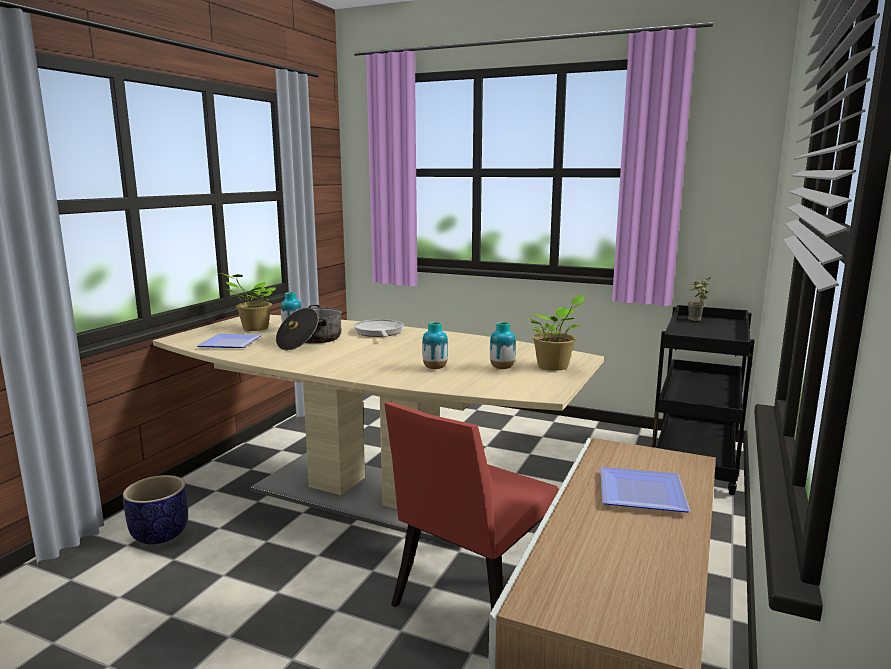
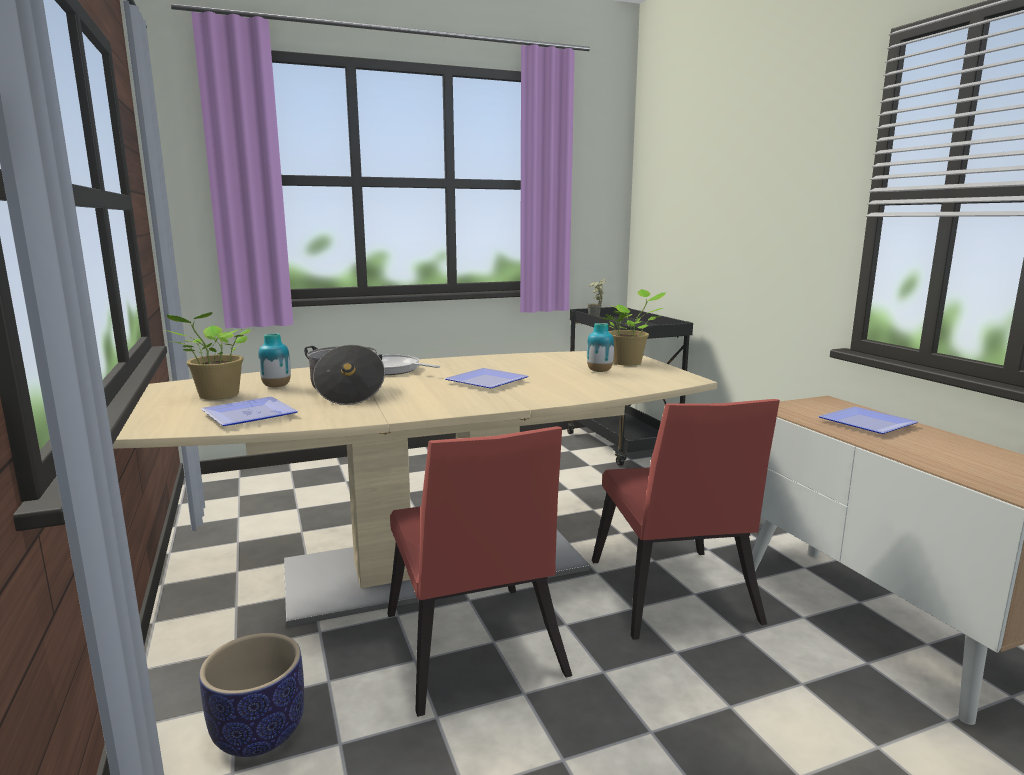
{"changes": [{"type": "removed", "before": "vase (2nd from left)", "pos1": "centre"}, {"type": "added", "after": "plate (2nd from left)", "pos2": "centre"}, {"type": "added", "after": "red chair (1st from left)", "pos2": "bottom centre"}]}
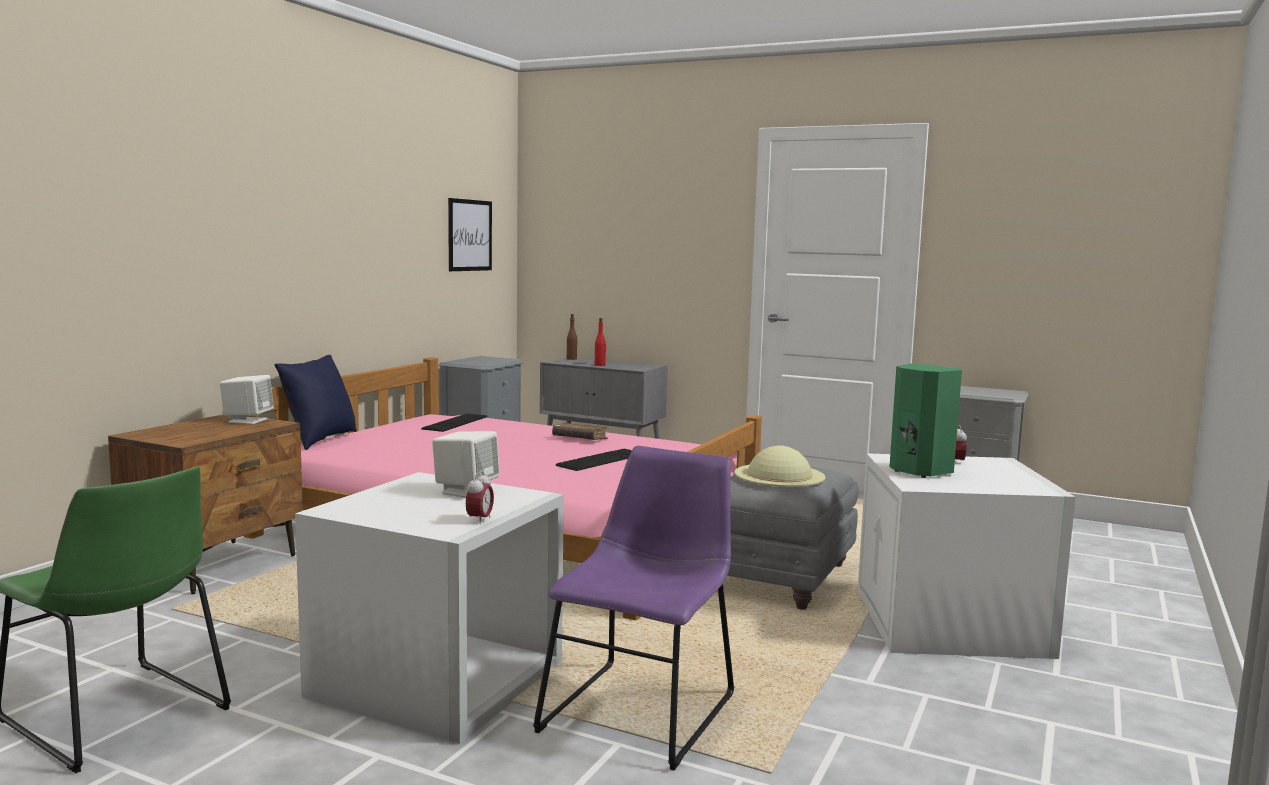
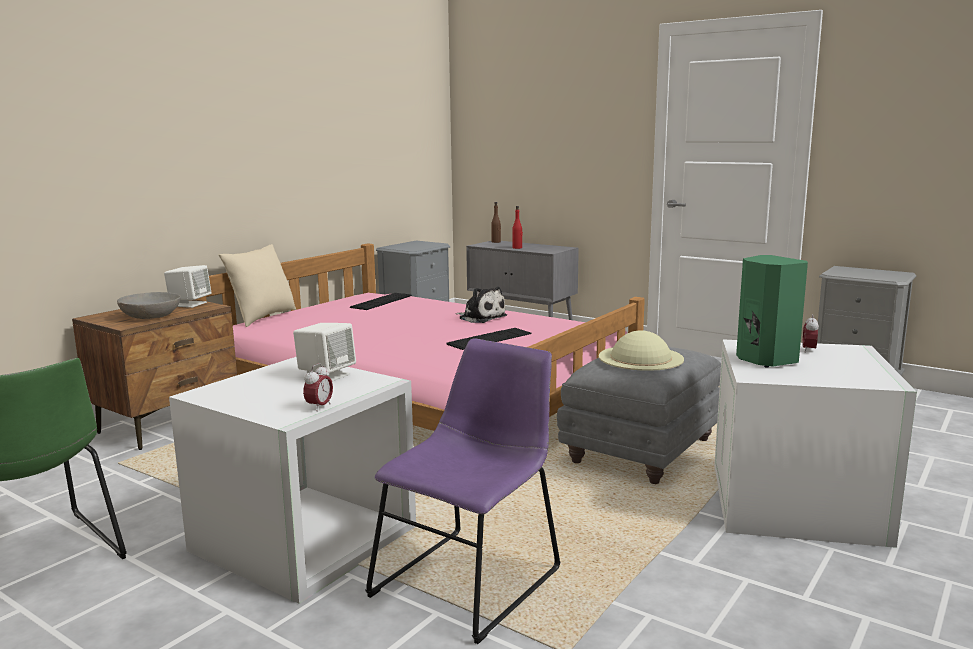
{"changes": [{"type": "removed", "before": "picture", "pos1": "top centre"}, {"type": "recoloured", "before": "blue pillow", "after": "beige pillow", "pos1": "middle left", "pos2": "middle left"}, {"type": "replaced", "before": "brown book", "after": "plush toy", "pos1": "centre", "pos2": "centre"}, {"type": "added", "after": "grey bowl", "pos2": "middle left"}]}
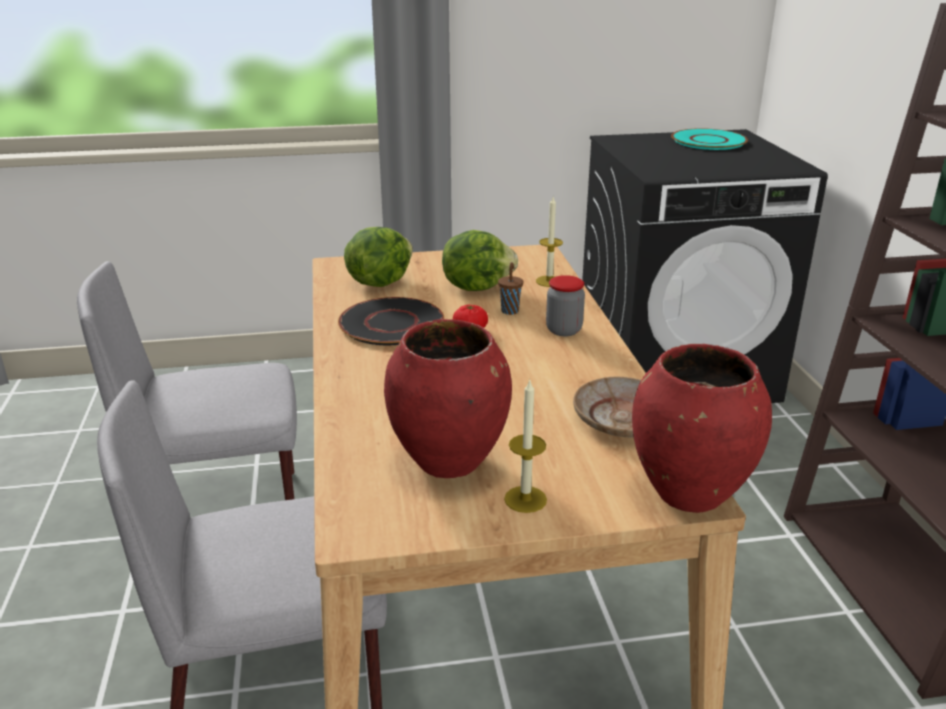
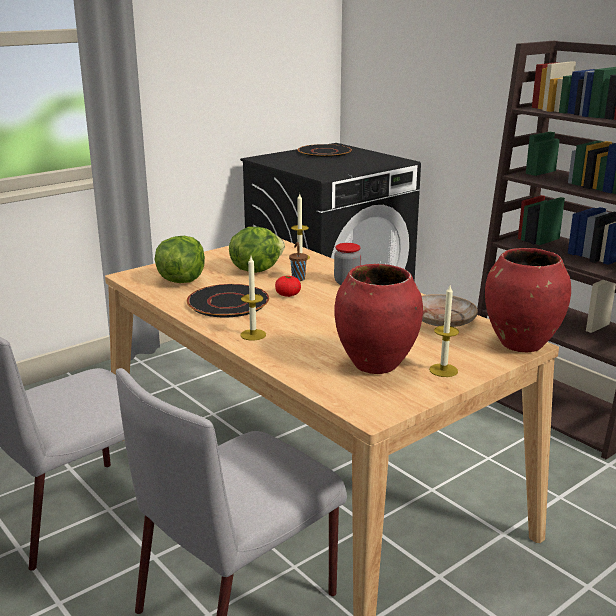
{"changes": [{"type": "recoloured", "before": "turquoise plate", "after": "black plate (2nd from left)", "pos1": "top right", "pos2": "top centre"}, {"type": "added", "after": "candle (1st from left)", "pos2": "centre"}]}
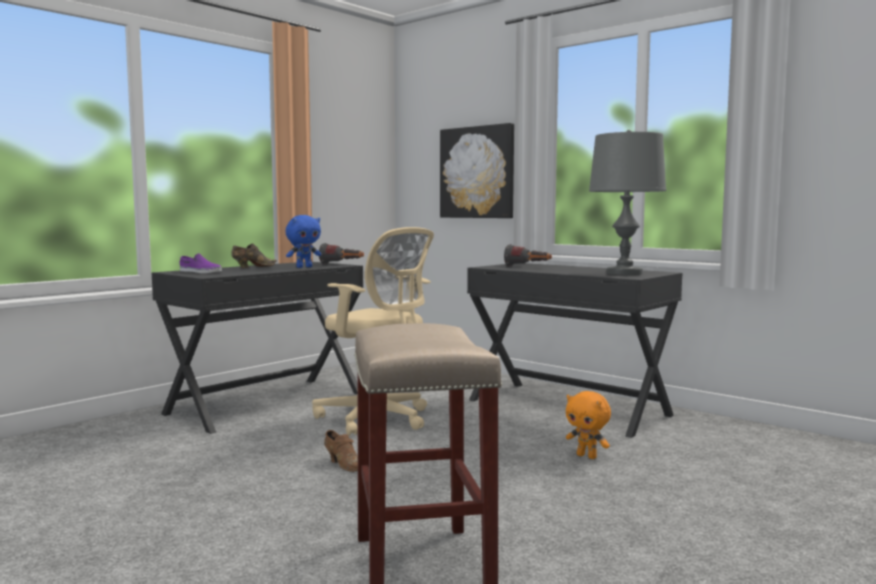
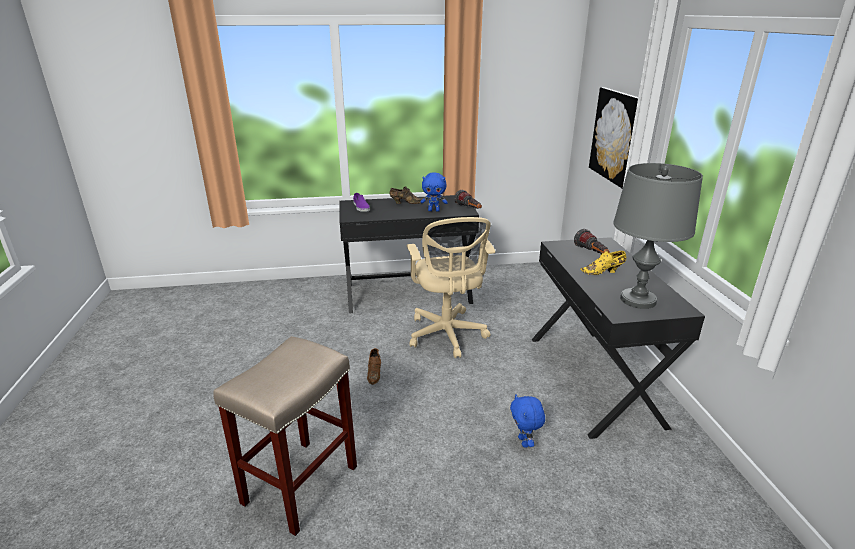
{"changes": [{"type": "recoloured", "before": "orange plush toy", "after": "blue plush toy (2nd from left)", "pos1": "bottom right", "pos2": "bottom centre"}, {"type": "added", "after": "yellow shoe", "pos2": "middle right"}]}
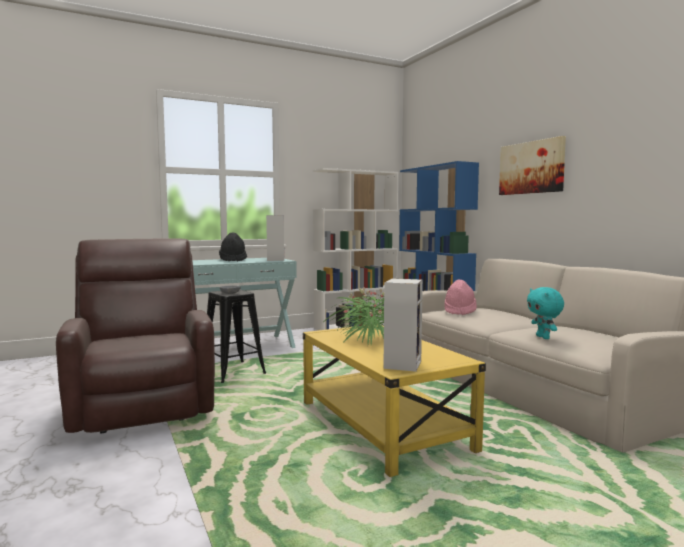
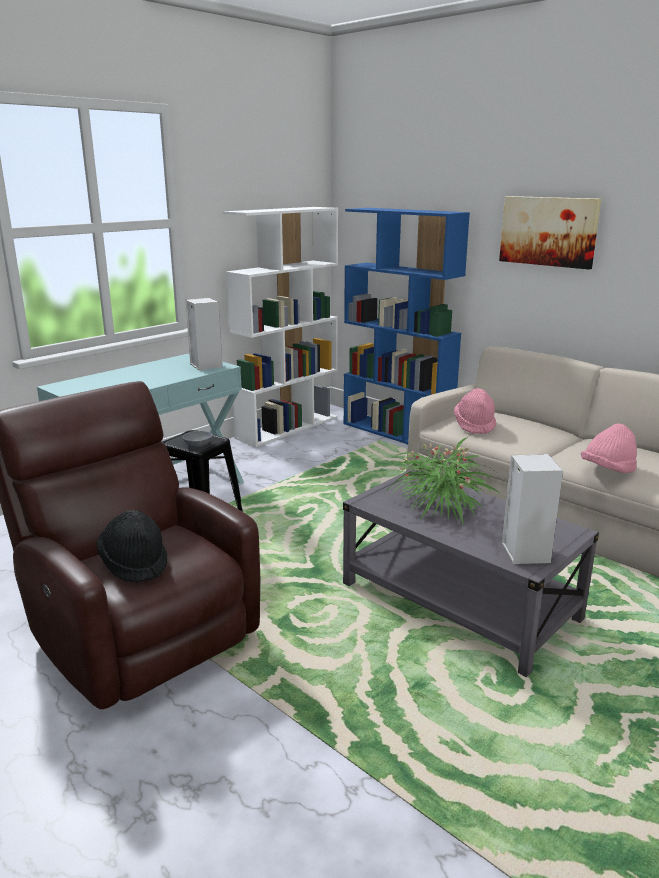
{"changes": [{"type": "moved", "before": "black hat", "pos1": "centre", "pos2": "middle left"}, {"type": "replaced", "before": "turquoise plush toy", "after": "pink hat (2nd from left)", "pos1": "middle right", "pos2": "middle right"}, {"type": "recoloured", "before": "yellow coffee table", "after": "grey coffee table", "pos1": "bottom centre", "pos2": "middle right"}]}
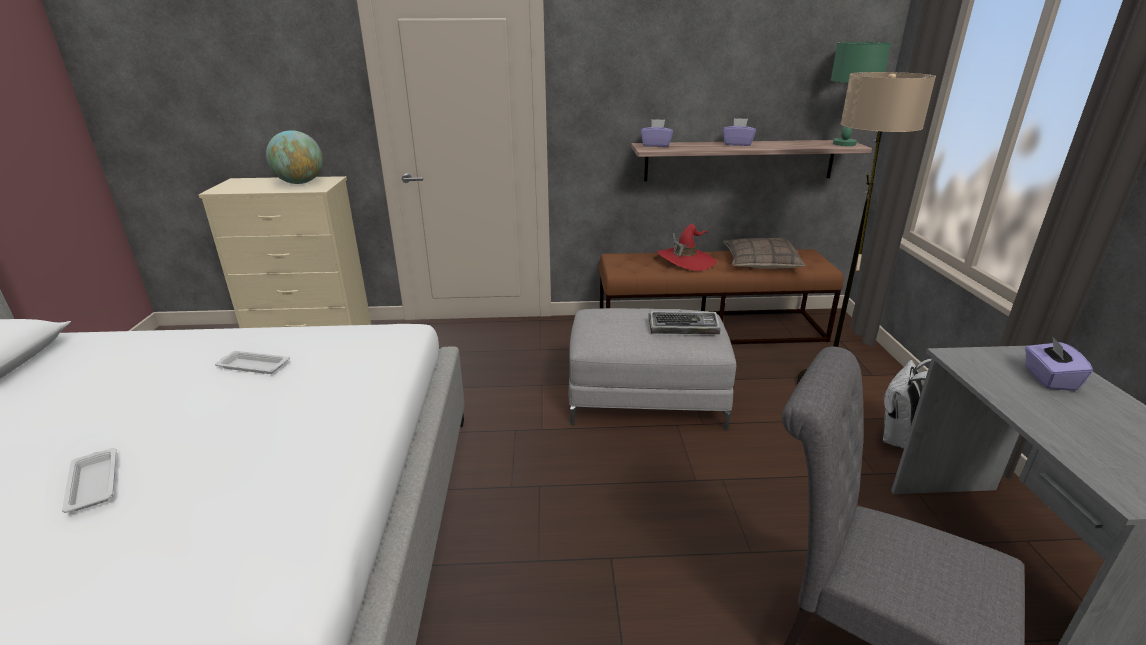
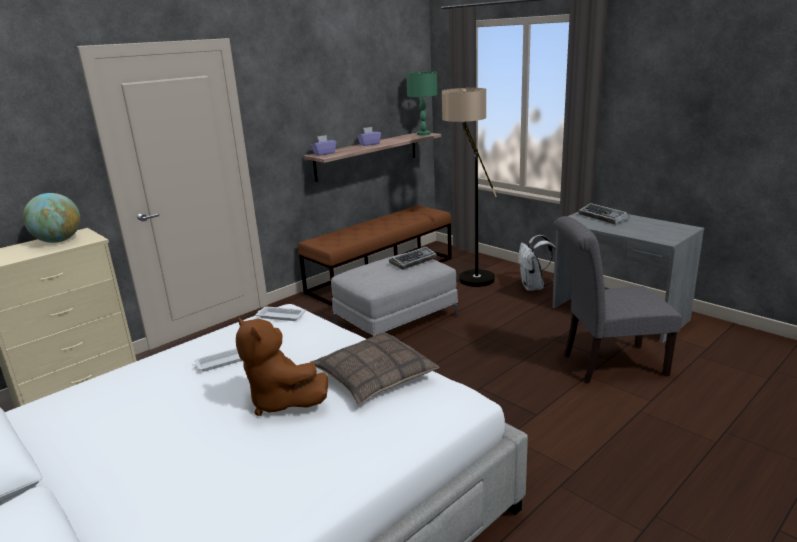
{"changes": [{"type": "removed", "before": "red hat", "pos1": "centre"}, {"type": "moved", "before": "pillow", "pos1": "middle right", "pos2": "bottom centre"}, {"type": "replaced", "before": "purple tissue box (3rd from left)", "after": "keyboard (2nd from left)", "pos1": "middle right", "pos2": "middle right"}, {"type": "moved", "before": "white tray (1st from left in the first image)", "after": "white tray (2nd from left)", "pos1": "bottom left", "pos2": "centre"}, {"type": "added", "after": "brown plush toy", "pos2": "bottom centre"}]}
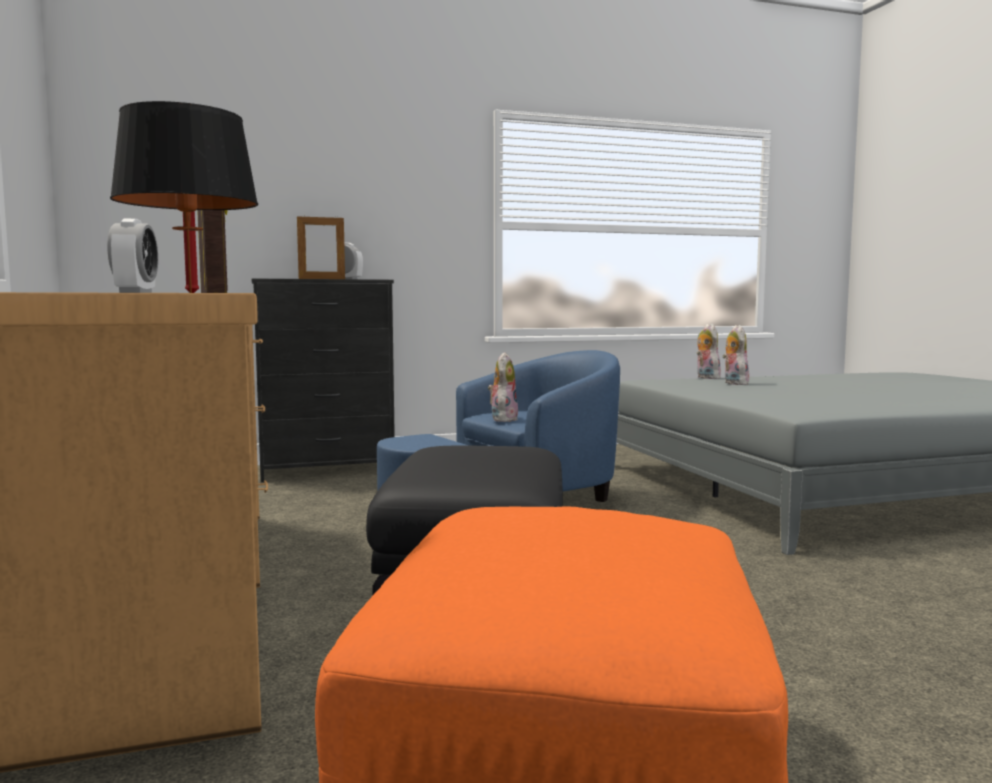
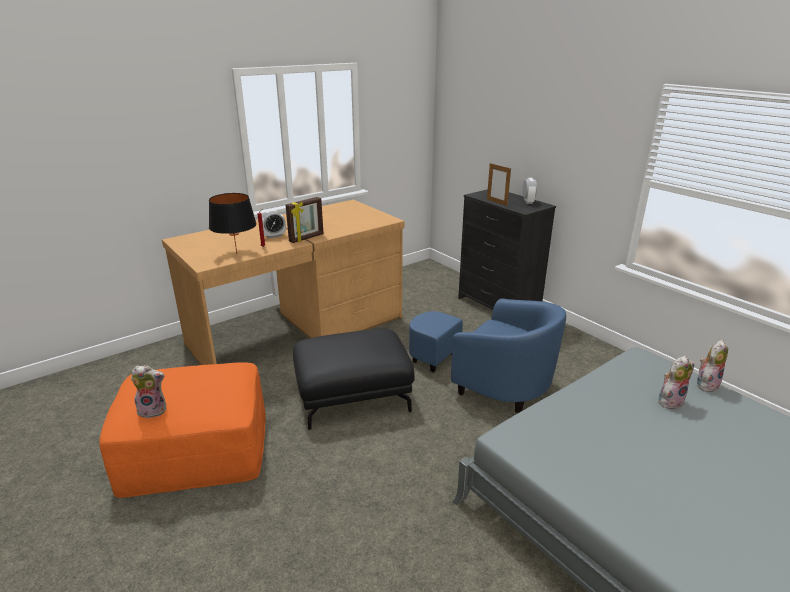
{"changes": [{"type": "moved", "before": "plush toy (1st from left)", "pos1": "centre", "pos2": "middle left"}]}
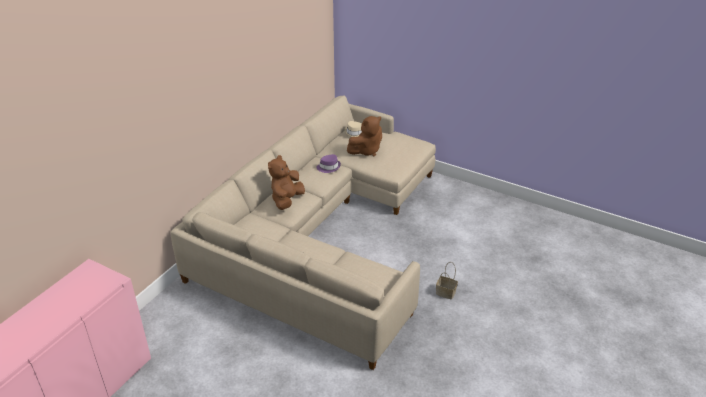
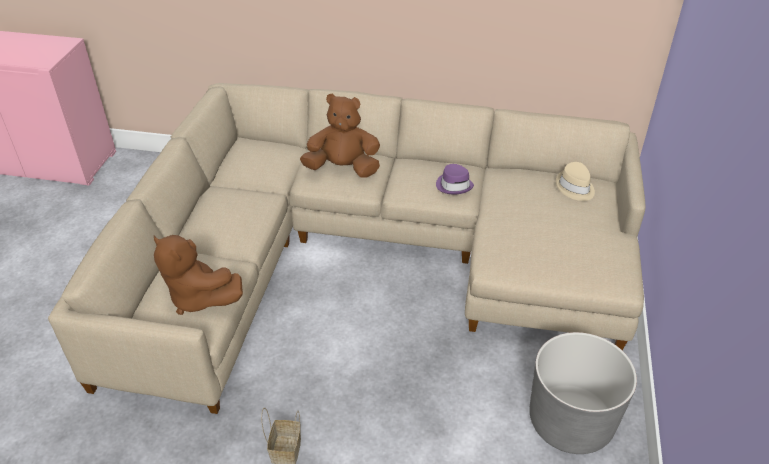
{"changes": [{"type": "moved", "before": "brown plush toy (2nd from left in the first image)", "after": "brown plush toy (1st from left)", "pos1": "centre", "pos2": "middle left"}, {"type": "added", "after": "grey planter", "pos2": "bottom right"}]}
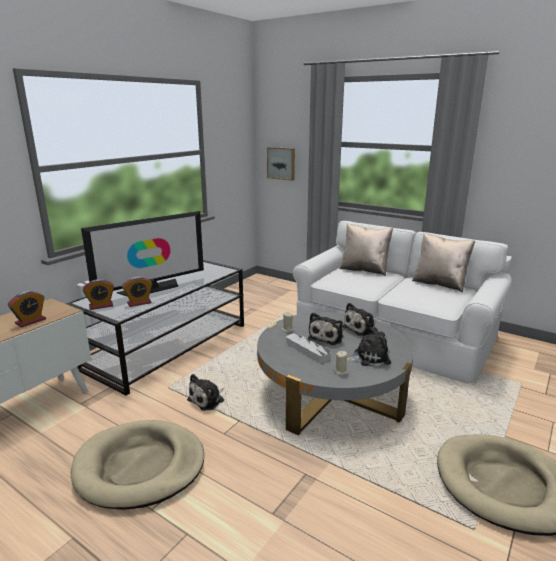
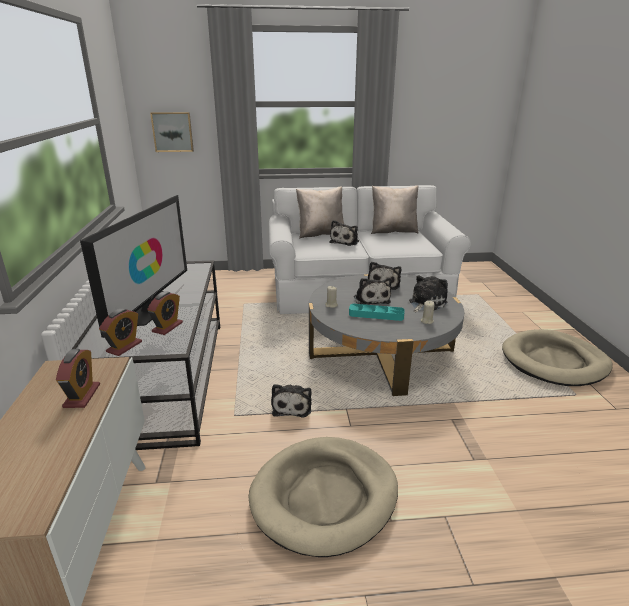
{"changes": [{"type": "recoloured", "before": "grey tray", "after": "turquoise tray", "pos1": "centre", "pos2": "centre"}, {"type": "added", "after": "plush toy (2nd from left)", "pos2": "centre"}]}
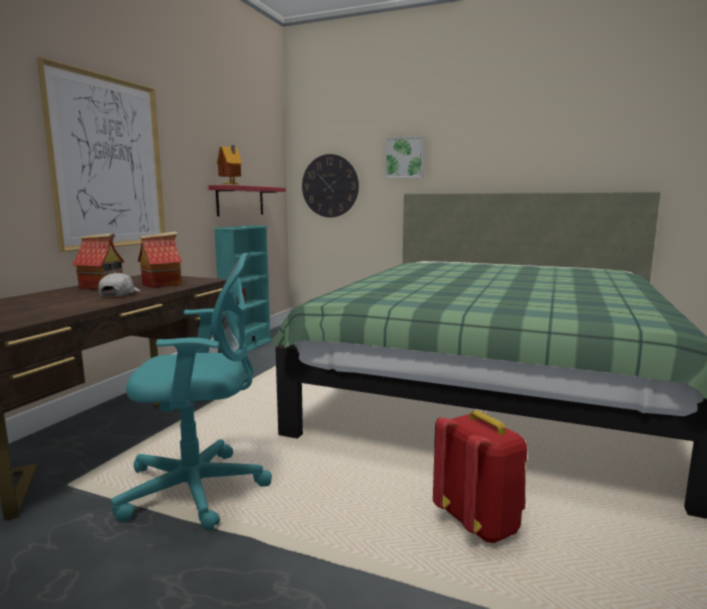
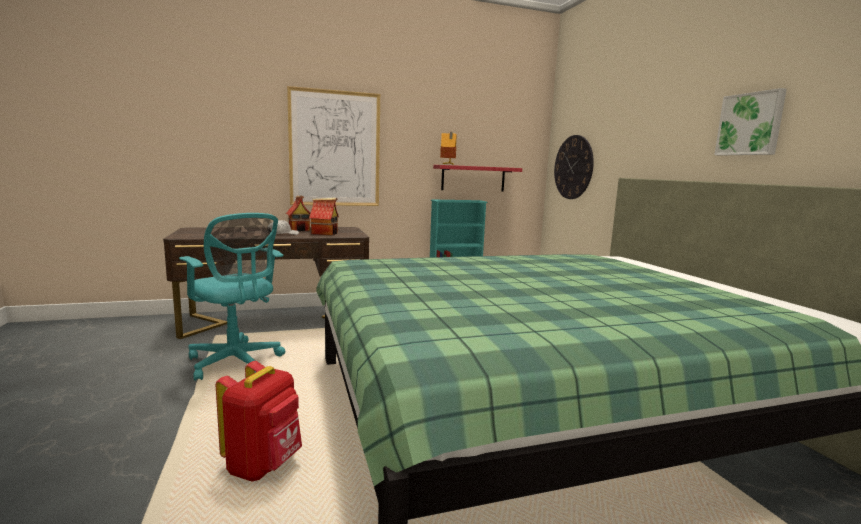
{"changes": [{"type": "moved", "before": "picture (2nd from left)", "pos1": "top centre", "pos2": "top right"}]}
